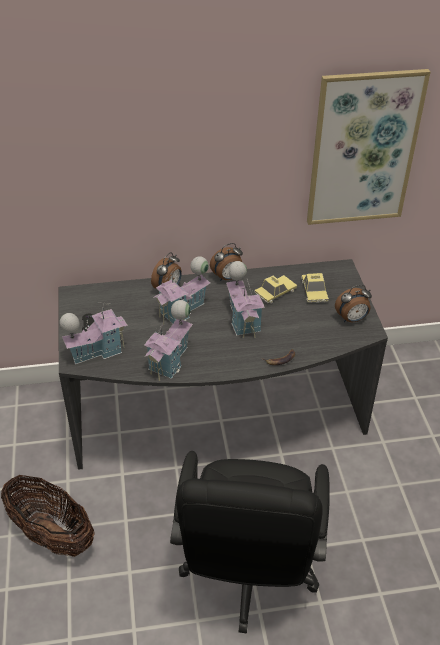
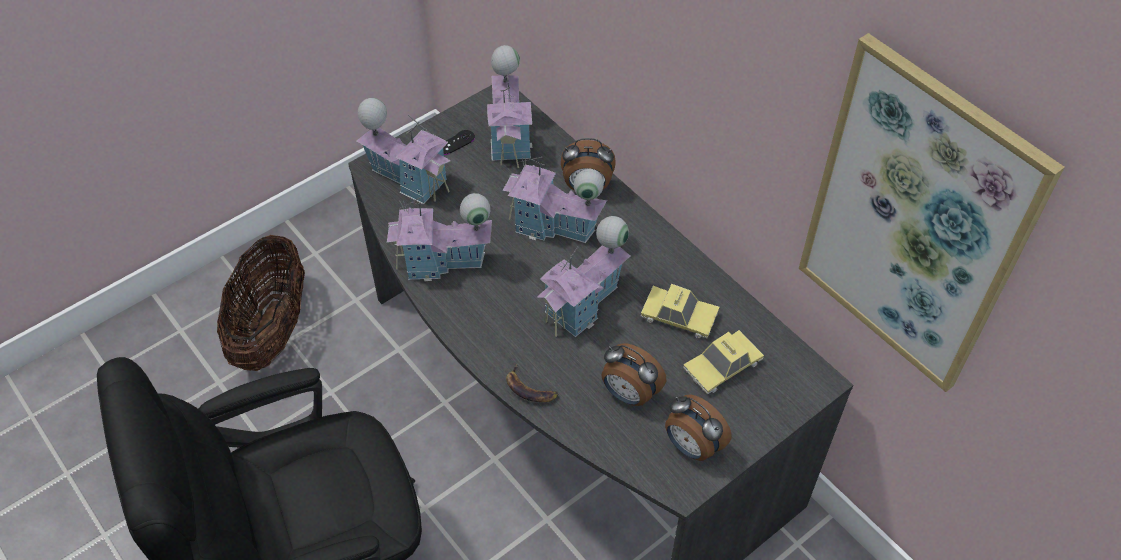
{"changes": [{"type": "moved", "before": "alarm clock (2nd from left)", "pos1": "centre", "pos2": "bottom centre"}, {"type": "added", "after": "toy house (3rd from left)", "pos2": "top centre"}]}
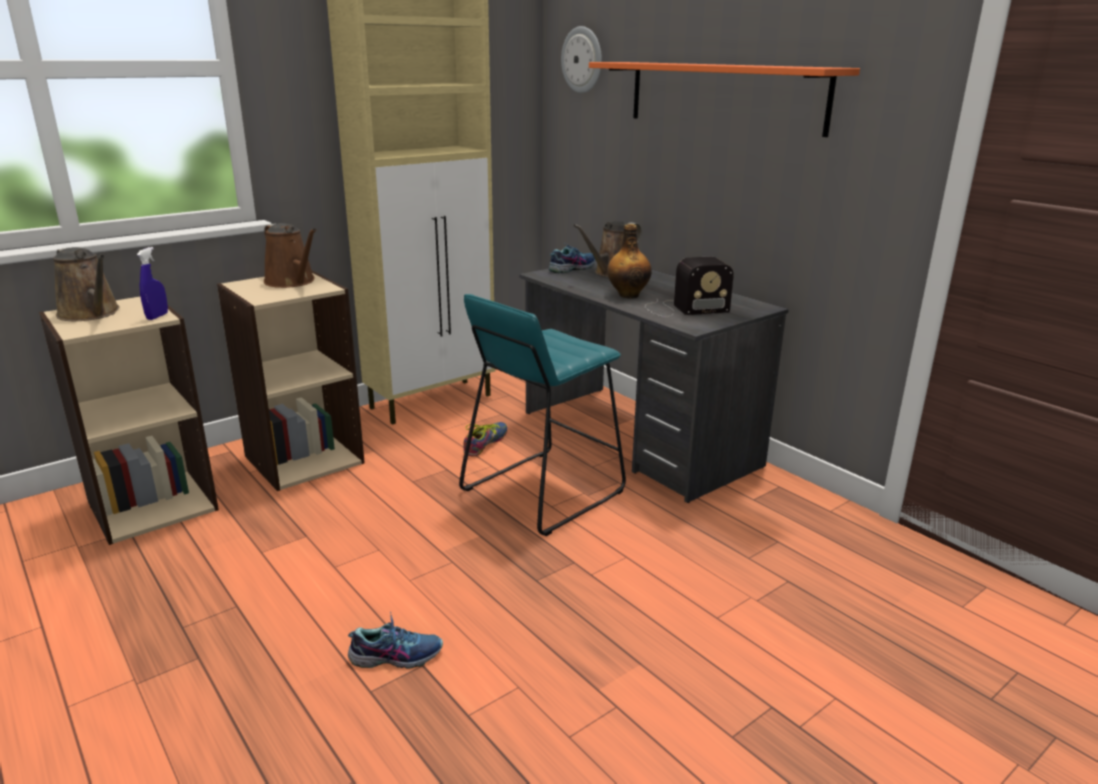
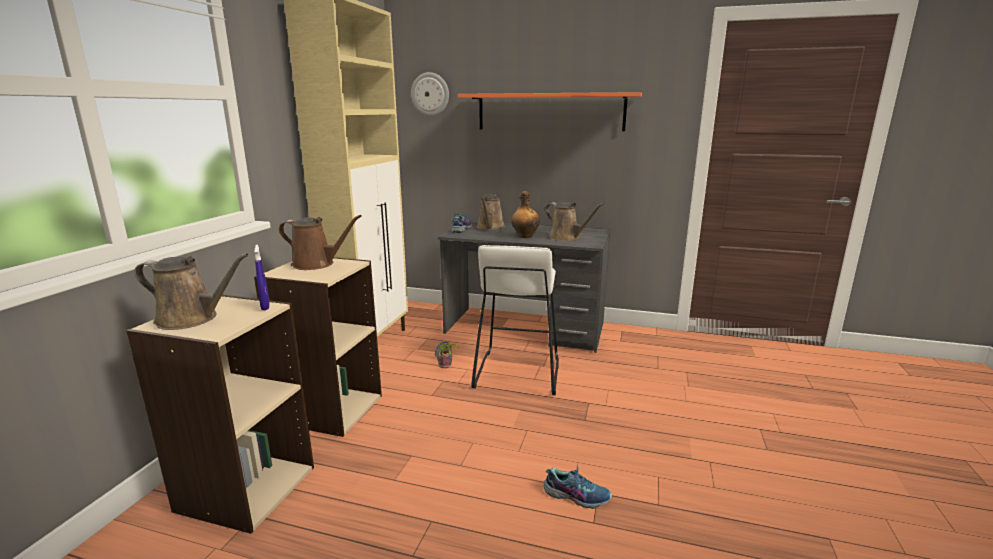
{"changes": [{"type": "replaced", "before": "radio", "after": "brown watering can (4th from left)", "pos1": "centre", "pos2": "centre"}, {"type": "recoloured", "before": "turquoise stool", "after": "white stool", "pos1": "centre", "pos2": "centre"}, {"type": "turned", "before": "shoe (1st from left in the first image)", "pos1": "bottom centre", "pos2": "bottom centre", "turn": 60}]}
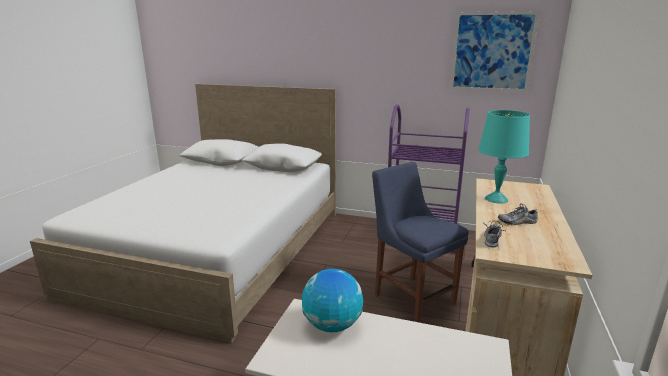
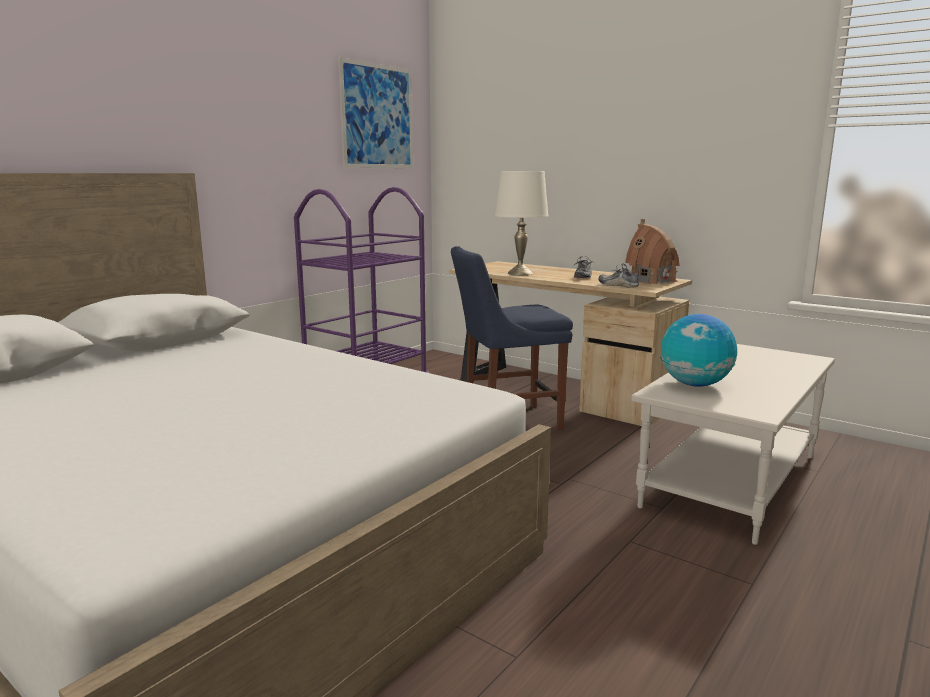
{"changes": [{"type": "recoloured", "before": "turquoise table lamp", "after": "white table lamp", "pos1": "middle right", "pos2": "top centre"}, {"type": "added", "after": "toy house", "pos2": "middle right"}]}
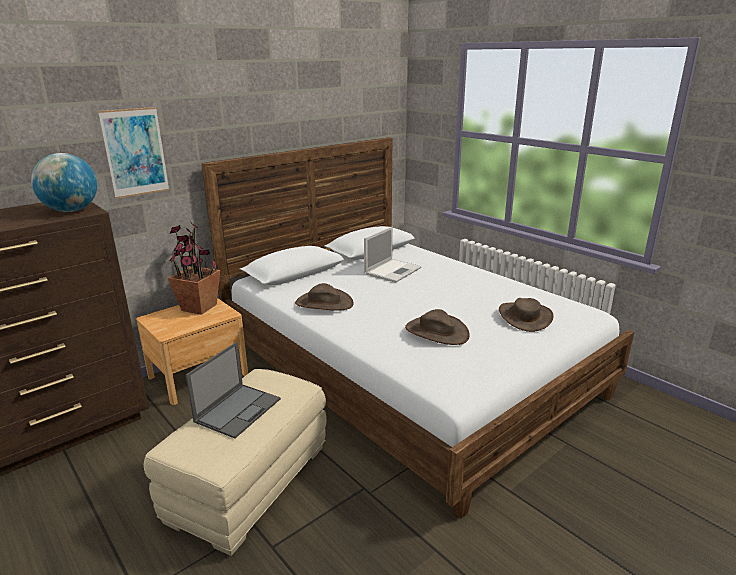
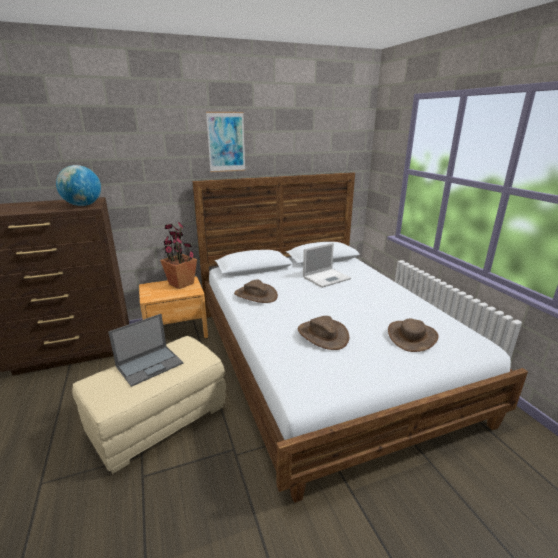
{"changes": [{"type": "moved", "before": "picture", "pos1": "top left", "pos2": "top centre"}]}
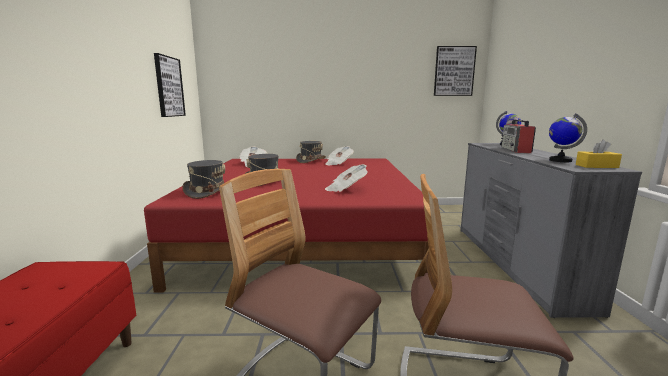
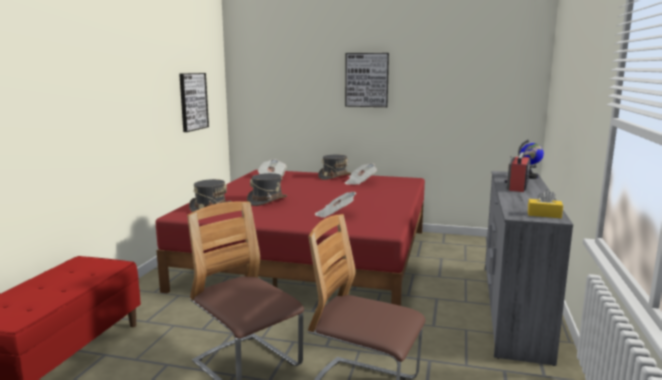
{"changes": [{"type": "moved", "before": "picture (2nd from left)", "pos1": "top right", "pos2": "top centre"}, {"type": "removed", "before": "globe (2nd from left)", "pos1": "middle right"}]}
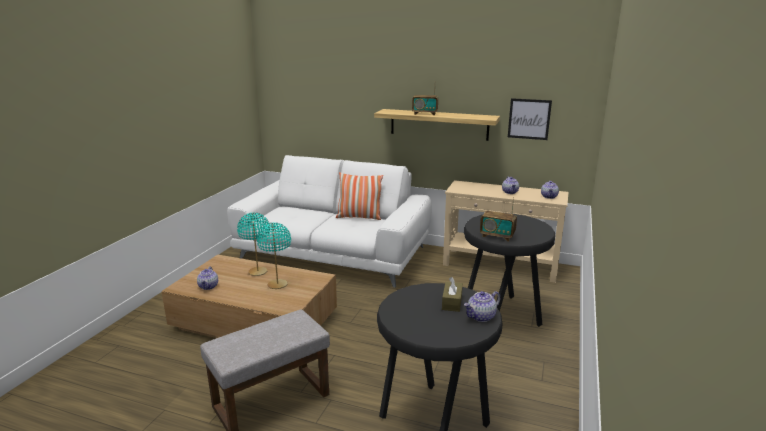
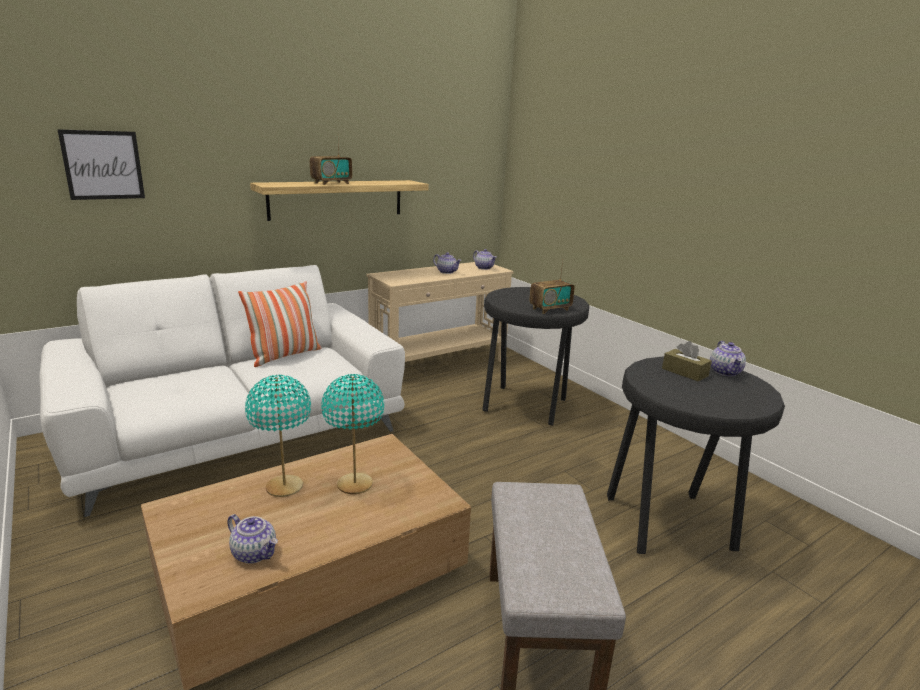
{"changes": [{"type": "moved", "before": "picture", "pos1": "top right", "pos2": "top left"}]}
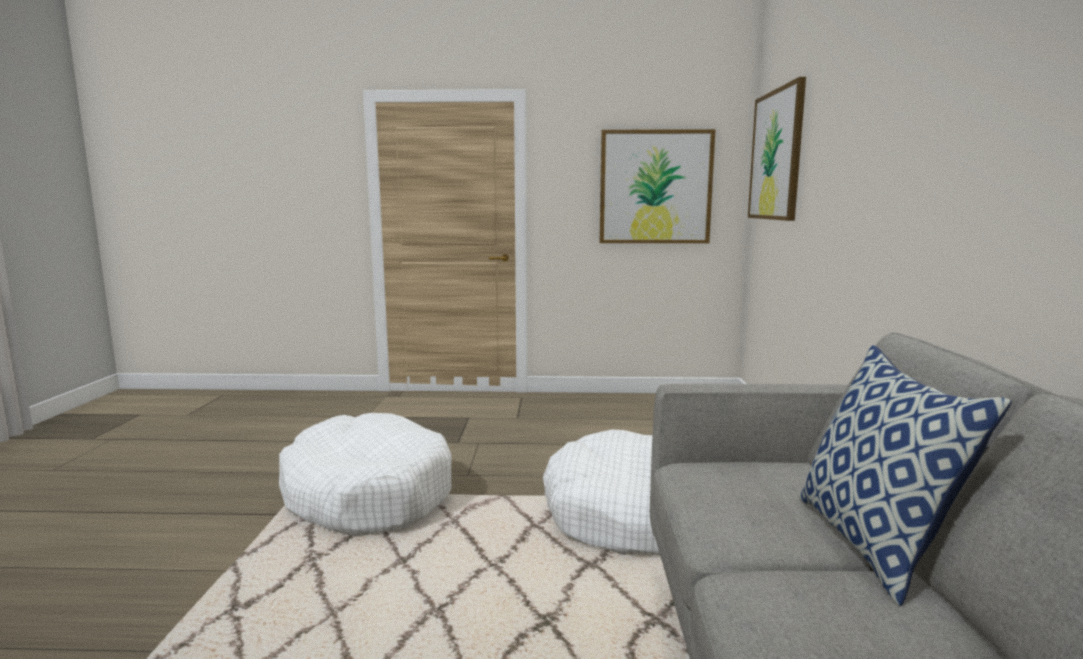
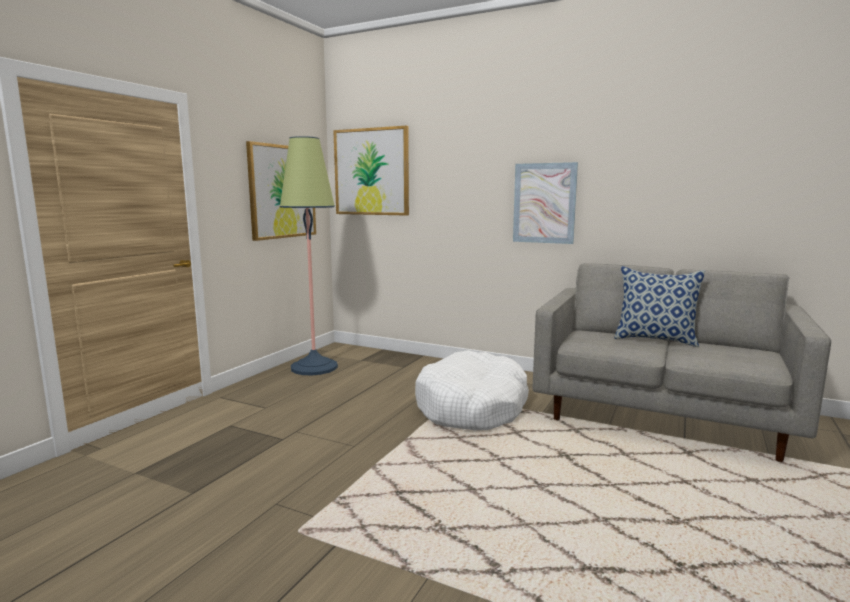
{"changes": [{"type": "removed", "before": "white dog bed (1st from left)", "pos1": "bottom centre"}, {"type": "added", "after": "floor lamp", "pos2": "centre"}, {"type": "added", "after": "picture (3rd from left)", "pos2": "centre"}]}
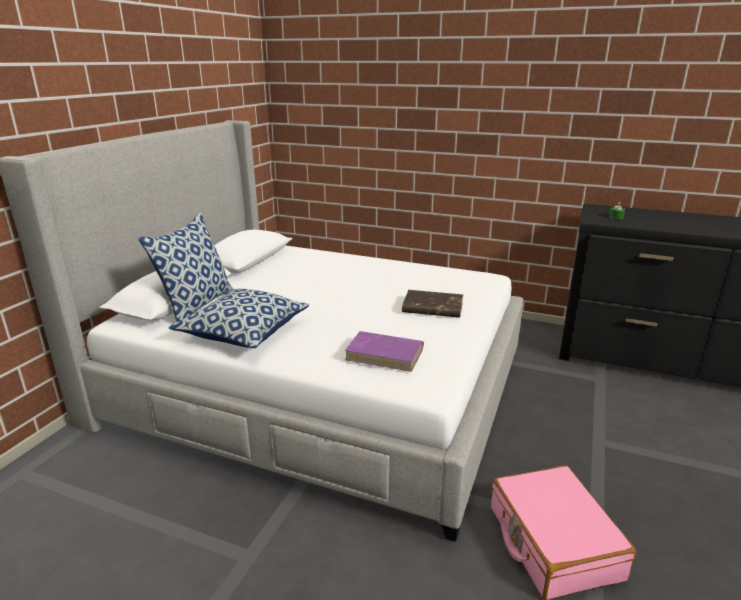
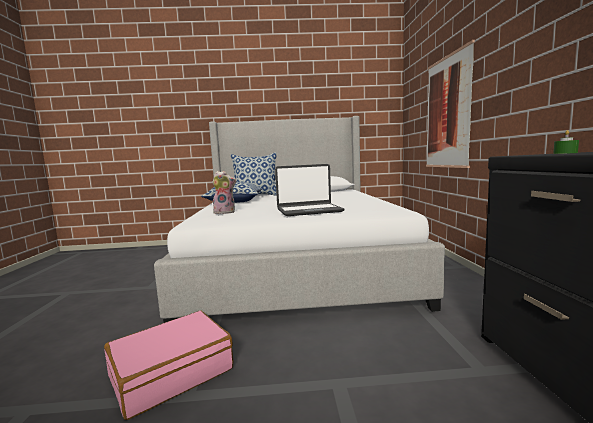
{"changes": [{"type": "replaced", "before": "brown book", "after": "laptop", "pos1": "centre", "pos2": "centre"}, {"type": "replaced", "before": "purple book", "after": "plush toy", "pos1": "centre", "pos2": "centre"}, {"type": "added", "after": "picture", "pos2": "top right"}]}
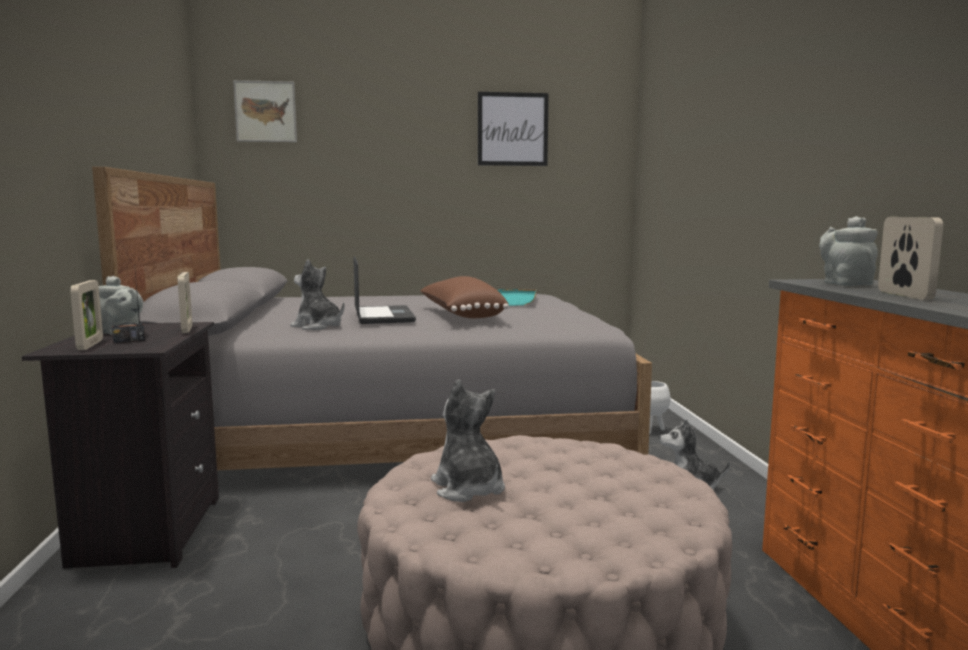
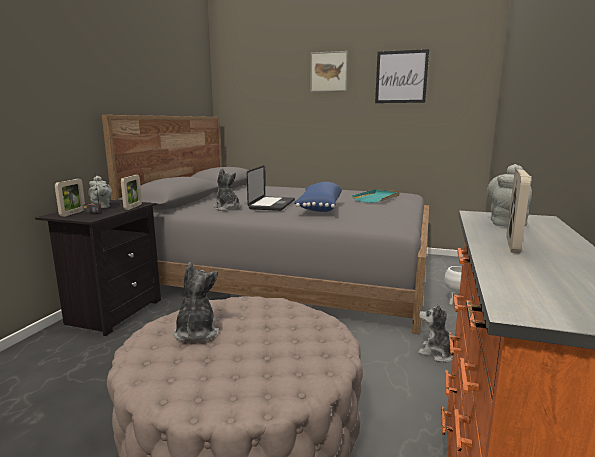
{"changes": [{"type": "moved", "before": "picture (1st from left)", "pos1": "top left", "pos2": "top centre"}, {"type": "recoloured", "before": "brown pillow", "after": "blue pillow", "pos1": "centre", "pos2": "centre"}]}
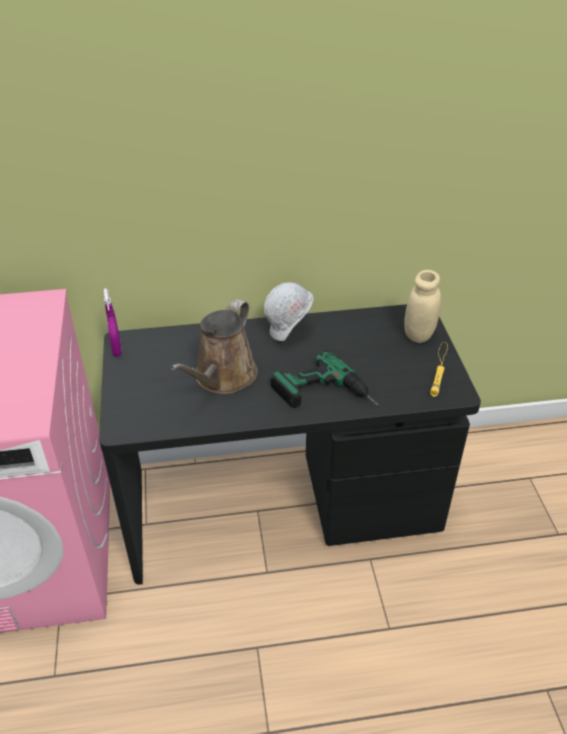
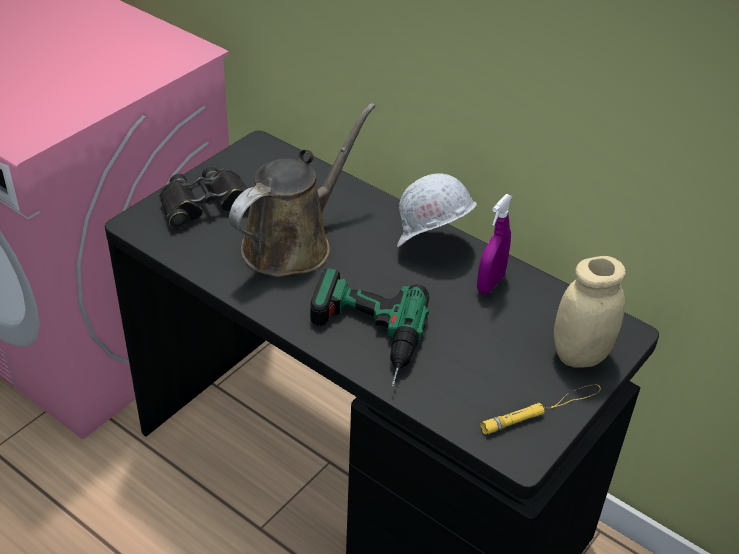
{"changes": [{"type": "moved", "before": "purple spray bottle", "pos1": "middle left", "pos2": "middle right"}, {"type": "turned", "before": "brown watering can", "pos1": "centre", "pos2": "centre", "turn": 150}, {"type": "added", "after": "black binoculars", "pos2": "middle left"}]}
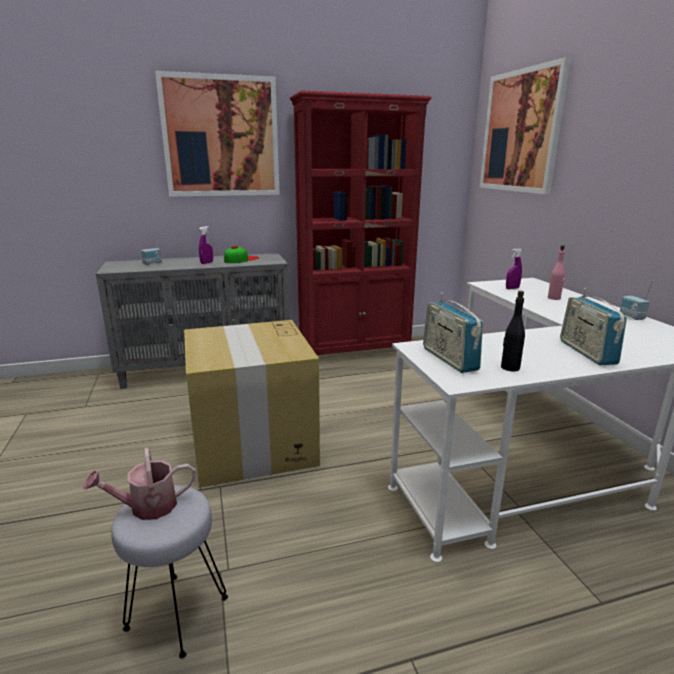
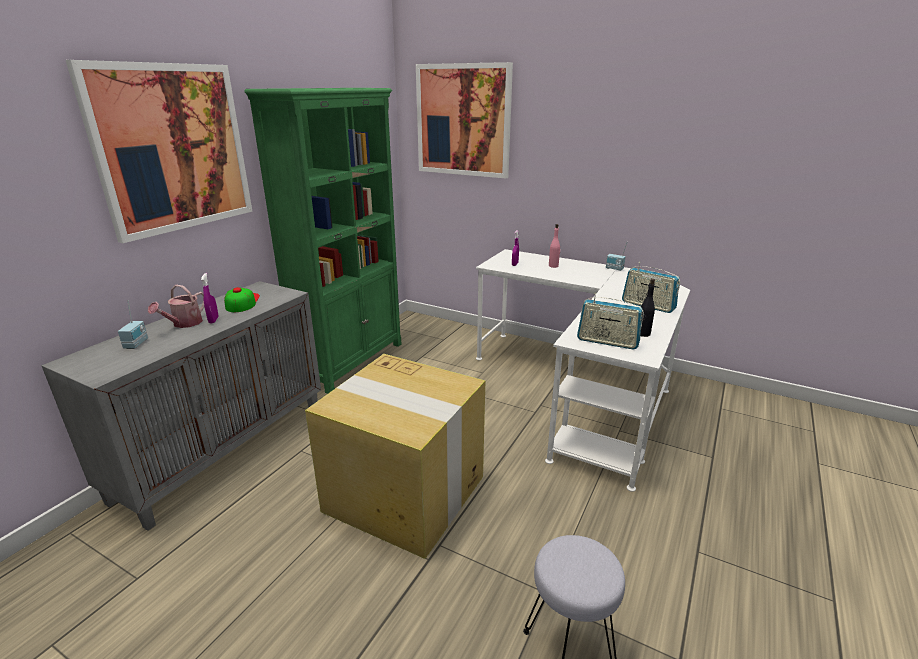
{"changes": [{"type": "recoloured", "before": "red bookcase", "after": "green bookcase", "pos1": "top centre", "pos2": "centre"}, {"type": "moved", "before": "watering can", "pos1": "bottom left", "pos2": "middle left"}]}
